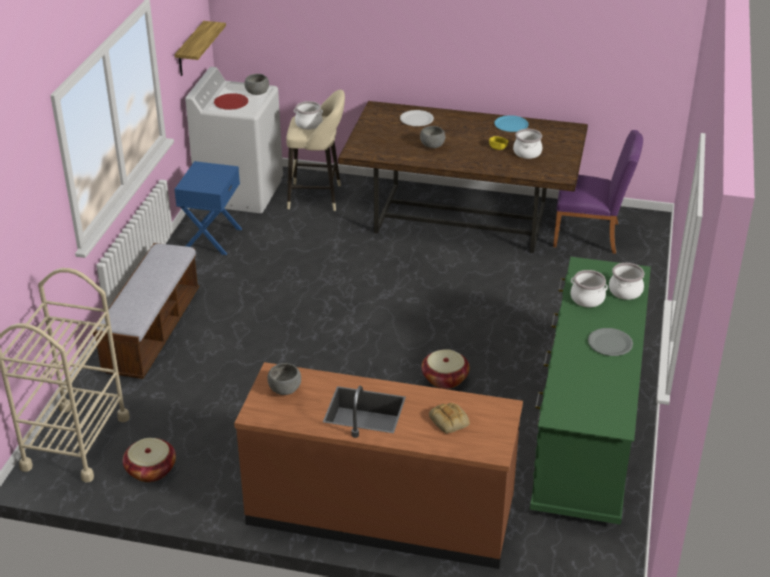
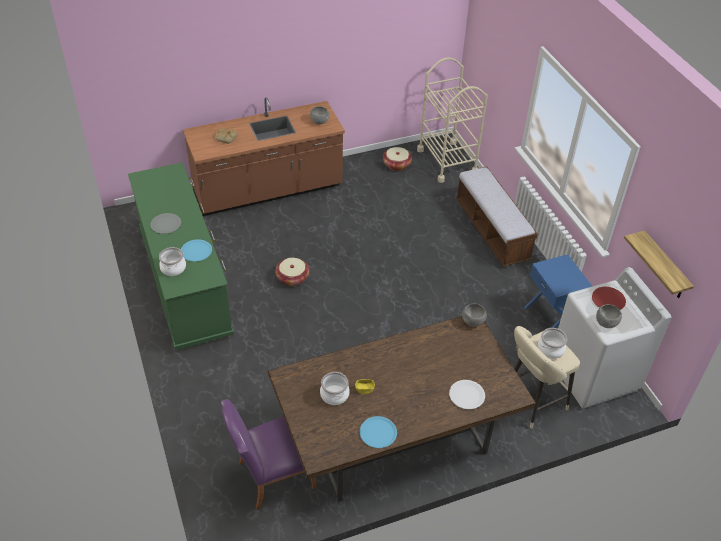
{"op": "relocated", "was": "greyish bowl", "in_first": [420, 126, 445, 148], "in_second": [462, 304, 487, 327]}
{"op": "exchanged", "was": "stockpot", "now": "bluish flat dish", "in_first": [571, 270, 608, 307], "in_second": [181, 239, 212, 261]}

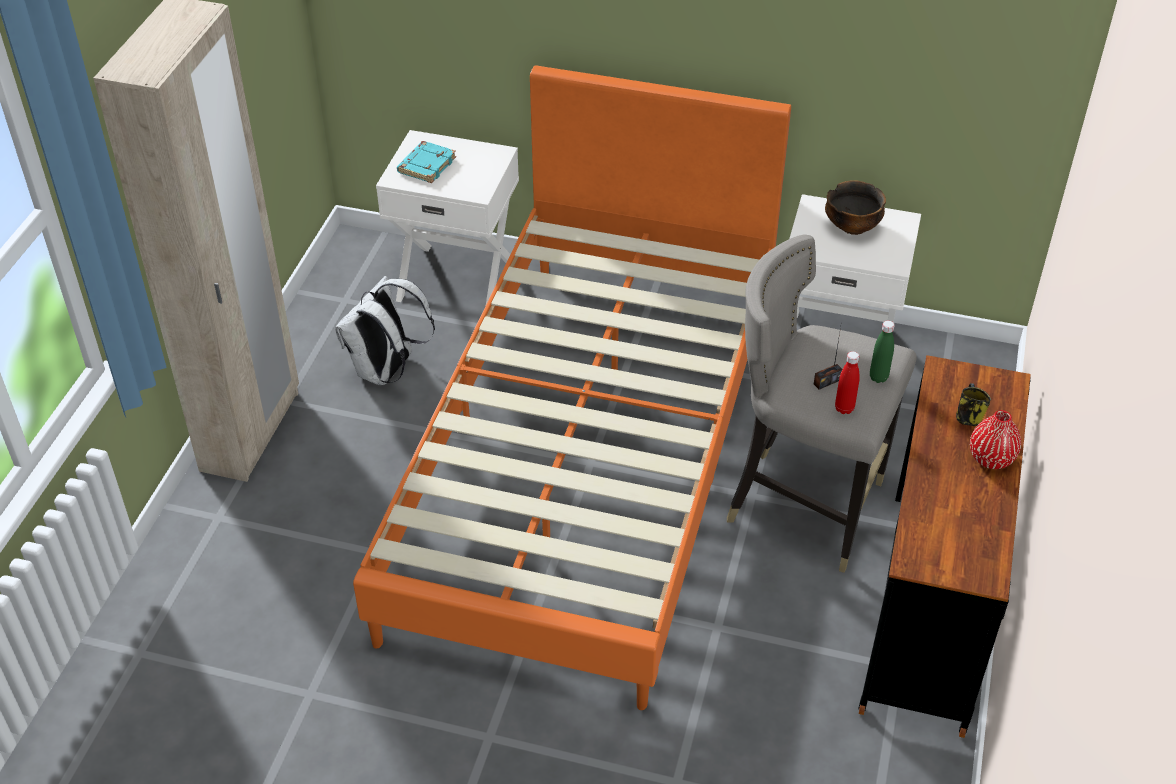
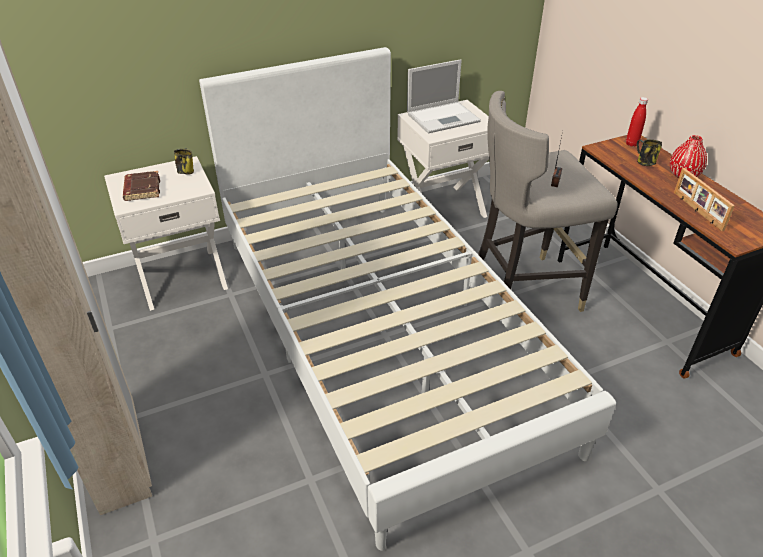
{"op": "missing", "was": "white-coloured knapsack", "in_first": [335, 276, 435, 385]}
{"op": "missing", "was": "green bottle", "in_first": [870, 321, 895, 383]}
{"op": "appeared", "now": "mug", "in_second": [174, 148, 194, 175]}
{"op": "appeared", "now": "standing frame", "in_second": [674, 168, 735, 231]}
{"op": "relocated", "was": "red-coloured bottle", "in_first": [835, 351, 860, 414], "in_second": [626, 97, 648, 147]}
{"op": "exchanged", "was": "bowl", "now": "notebook computer", "in_first": [825, 180, 886, 235], "in_second": [407, 59, 481, 134]}
{"op": "colour", "was": "orange-coloured bedroom bed", "now": "white-coloured bedroom bed", "in_first": [353, 65, 791, 710], "in_second": [199, 47, 616, 551]}
{"op": "colour", "was": "turquoise-coloured book", "now": "brownish book", "in_first": [397, 141, 456, 183], "in_second": [123, 171, 160, 201]}

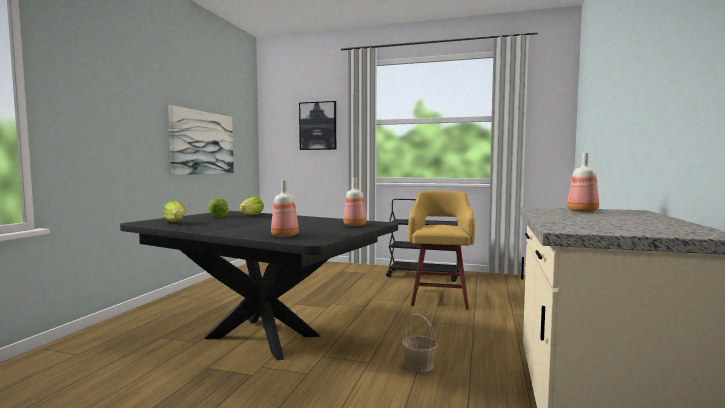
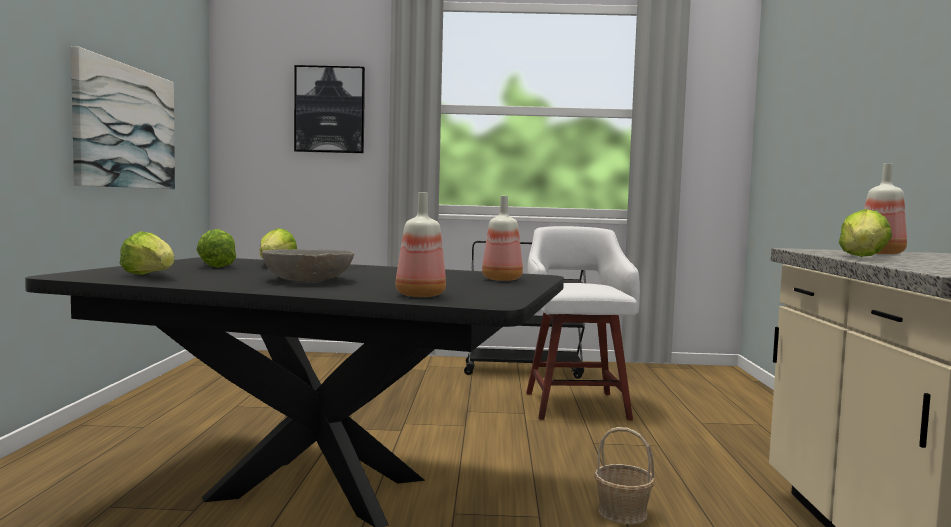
{"op": "appeared", "now": "greyish bowl", "in_second": [262, 249, 354, 282]}
{"op": "appeared", "now": "head of lettuce", "in_second": [839, 209, 892, 257]}
{"op": "colour", "was": "yellow-coloured sitting stool", "now": "white-coloured sitting stool", "in_first": [408, 190, 475, 310], "in_second": [526, 226, 640, 420]}

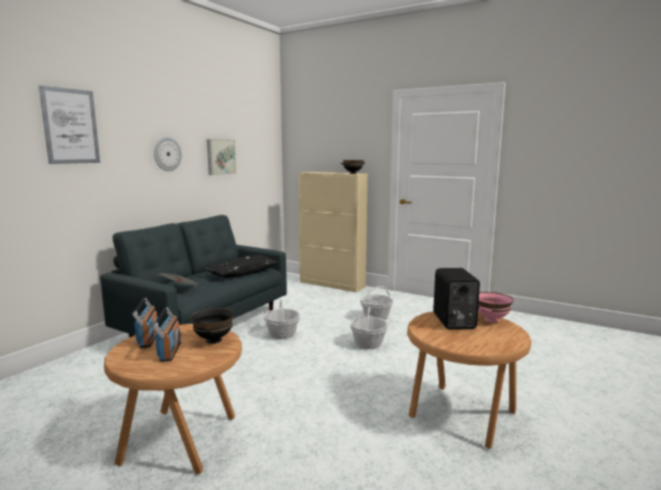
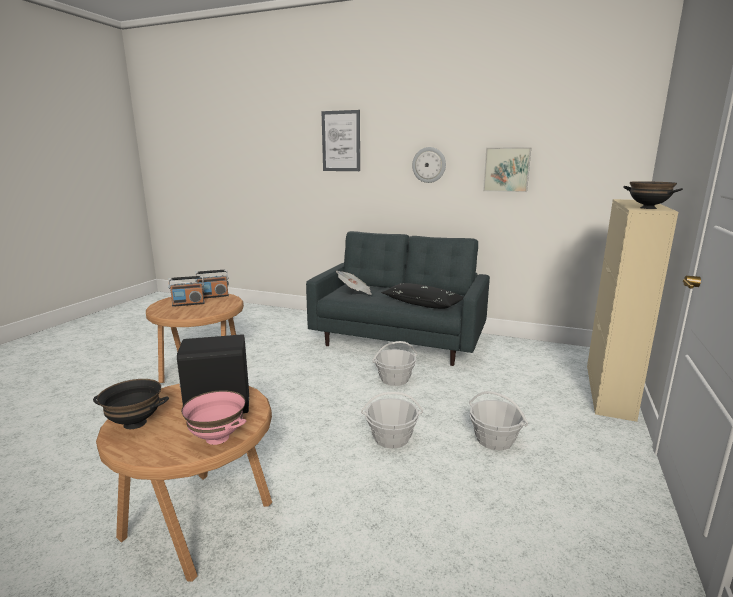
{"op": "relocated", "was": "black-coloured bowl", "in_first": [190, 308, 234, 344], "in_second": [93, 379, 169, 429]}

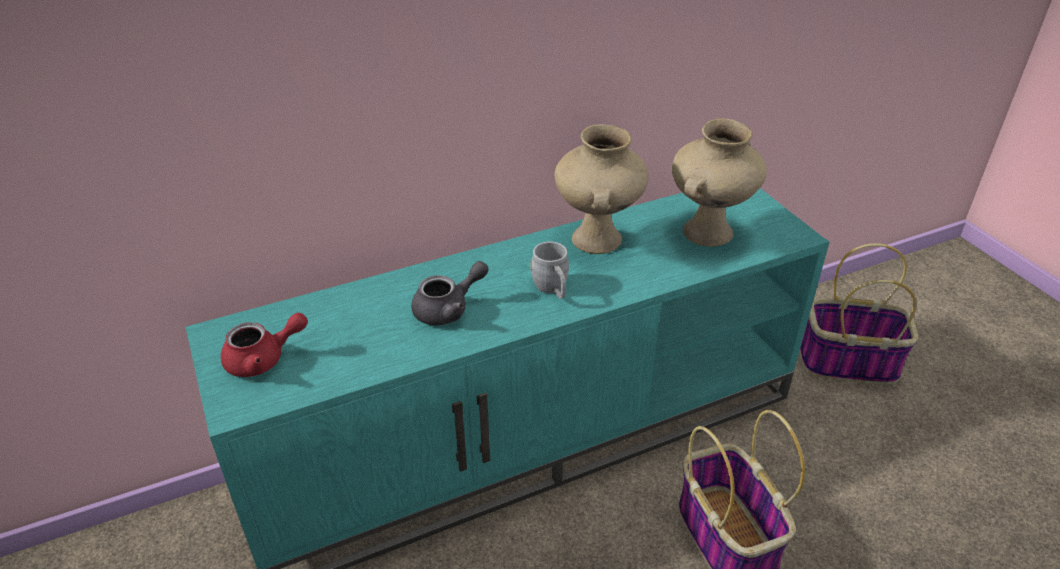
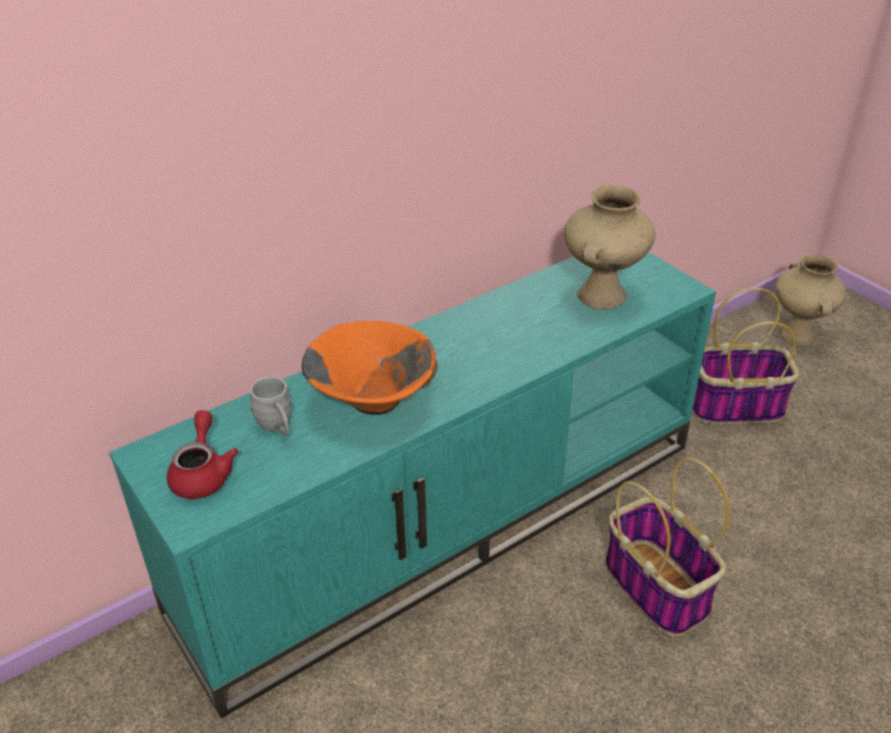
{"op": "relocated", "was": "greyish mug", "in_first": [530, 242, 569, 299], "in_second": [249, 377, 292, 436]}
{"op": "relocated", "was": "sand-coloured flower vase", "in_first": [555, 124, 648, 254], "in_second": [775, 254, 846, 346]}
{"op": "exchanged", "was": "greyish pot for tea", "now": "orange-coloured bowl", "in_first": [411, 261, 489, 326], "in_second": [302, 321, 438, 415]}
{"op": "spun", "was": "red-coloured pot for tea", "in_first": [221, 313, 308, 377], "in_second": [167, 410, 238, 499], "clockwise": -60}

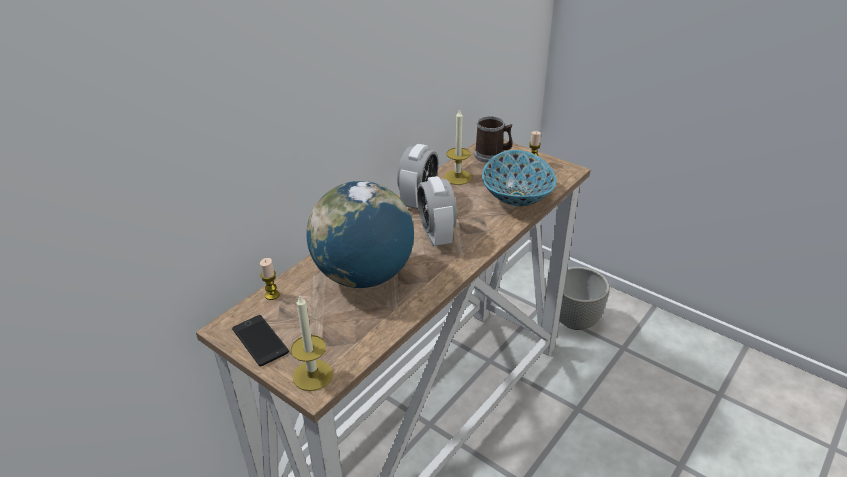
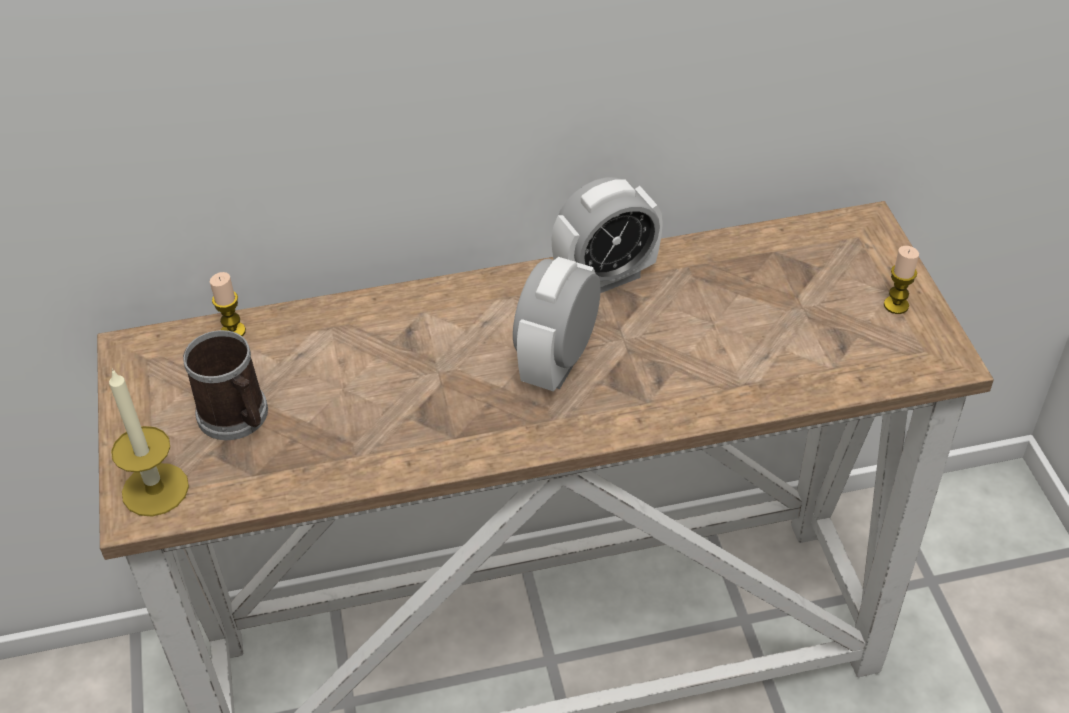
{"op": "missing", "was": "phone", "in_first": [232, 315, 289, 366]}
{"op": "missing", "was": "globe", "in_first": [306, 181, 414, 288]}
{"op": "missing", "was": "candle", "in_first": [444, 108, 472, 185]}
{"op": "missing", "was": "bowl", "in_first": [482, 150, 556, 206]}
{"op": "missing", "was": "greyish planter", "in_first": [559, 266, 610, 330]}
{"op": "relocated", "was": "mug", "in_first": [474, 116, 513, 163], "in_second": [183, 330, 268, 440]}

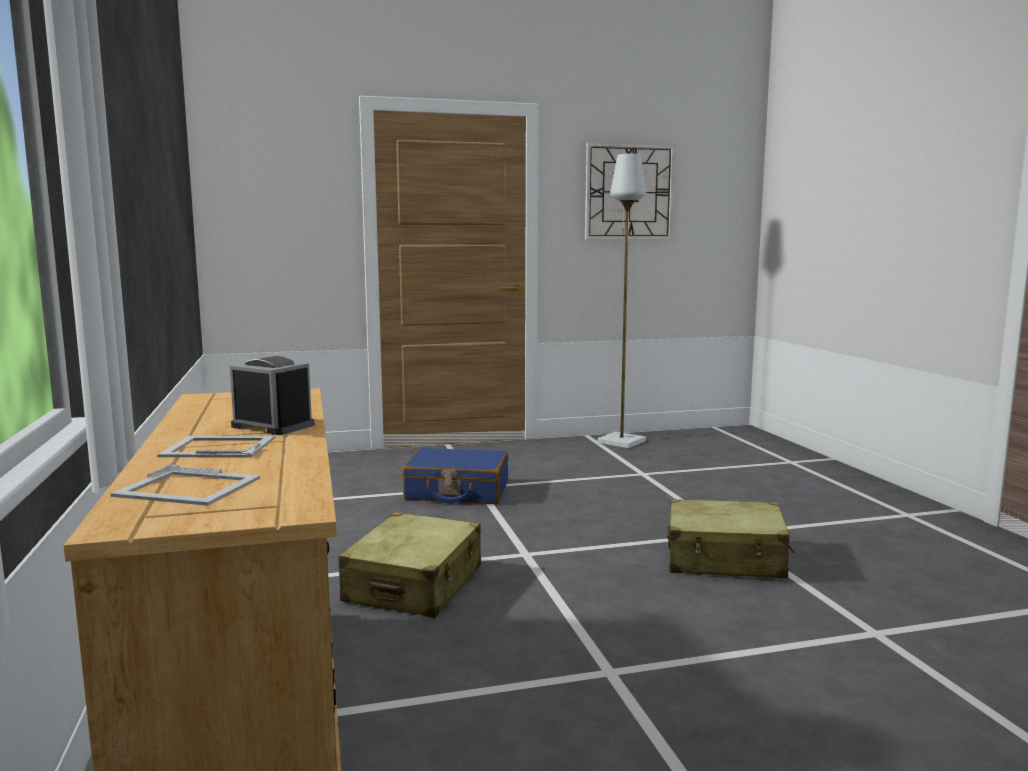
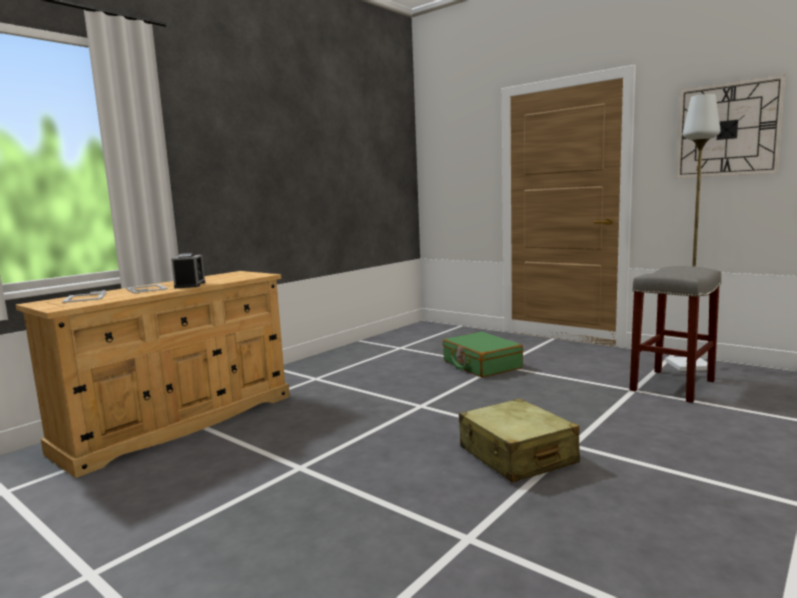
{"op": "missing", "was": "sand-coloured travel case", "in_first": [339, 512, 481, 618]}
{"op": "appeared", "now": "greyish sitting stool", "in_second": [630, 266, 722, 403]}
{"op": "colour", "was": "bluish travel case", "now": "green travel case", "in_first": [402, 448, 508, 504], "in_second": [443, 332, 523, 378]}

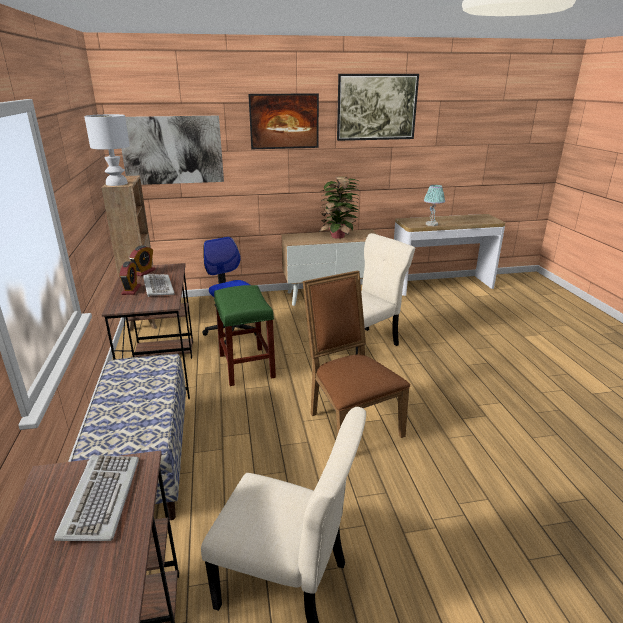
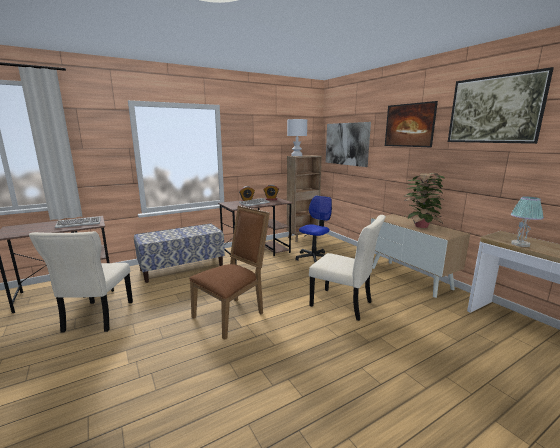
{"op": "missing", "was": "green sitting stool", "in_first": [214, 285, 276, 386]}

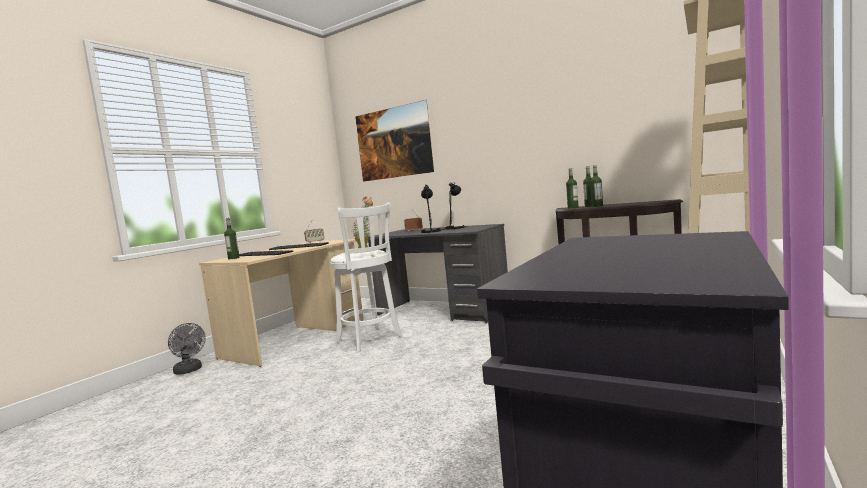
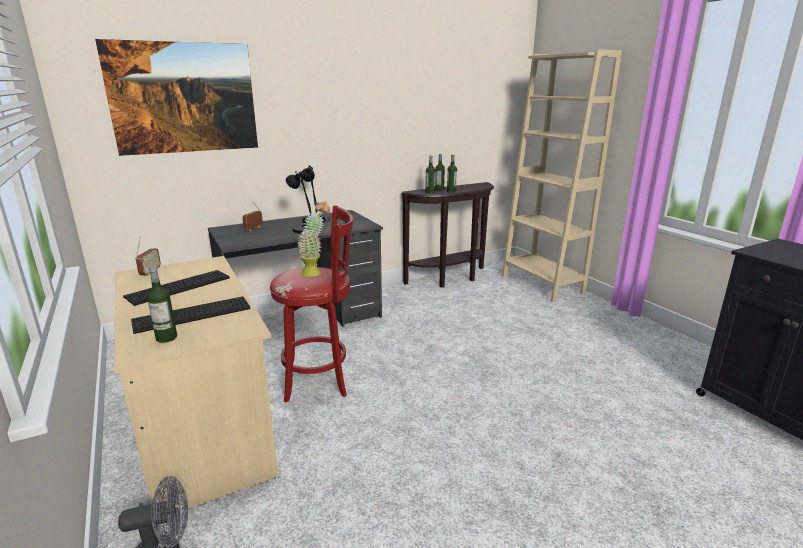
{"op": "colour", "was": "white-coloured sitting stool", "now": "red-coloured sitting stool", "in_first": [330, 202, 403, 352], "in_second": [270, 205, 354, 403]}

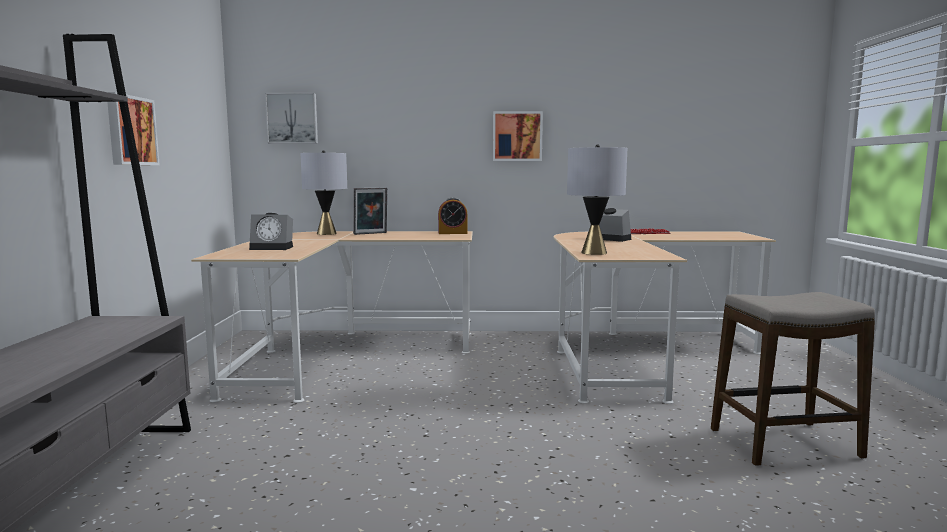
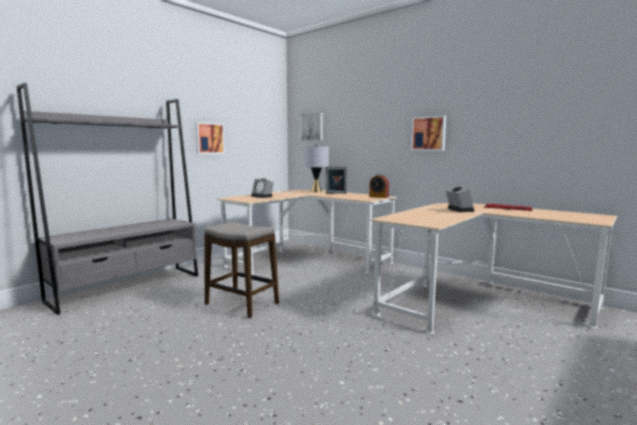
{"op": "missing", "was": "greyish lamp for a table", "in_first": [567, 145, 627, 255]}
{"op": "relocated", "was": "sitting stool", "in_first": [711, 292, 875, 466], "in_second": [204, 222, 279, 318]}

